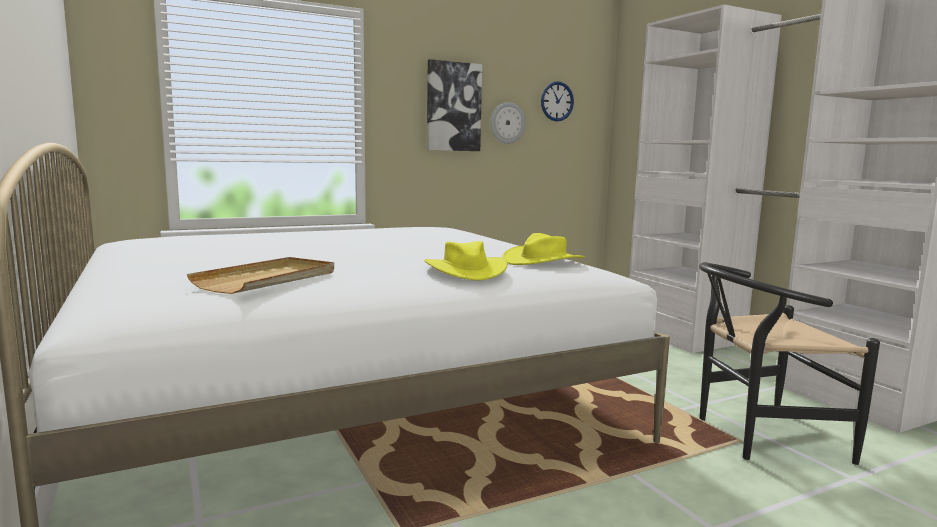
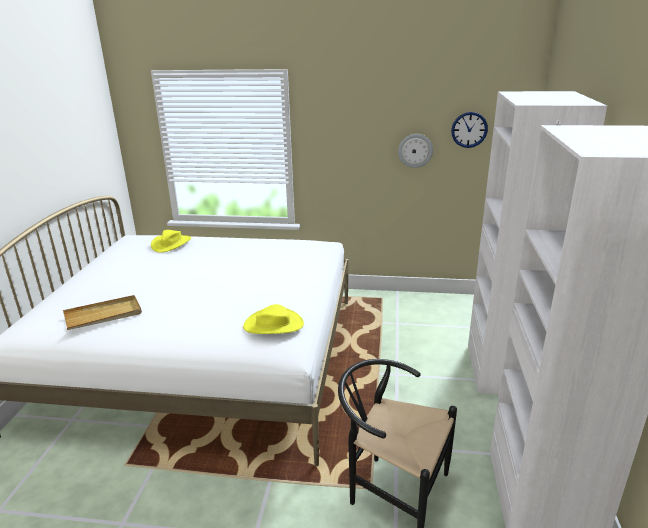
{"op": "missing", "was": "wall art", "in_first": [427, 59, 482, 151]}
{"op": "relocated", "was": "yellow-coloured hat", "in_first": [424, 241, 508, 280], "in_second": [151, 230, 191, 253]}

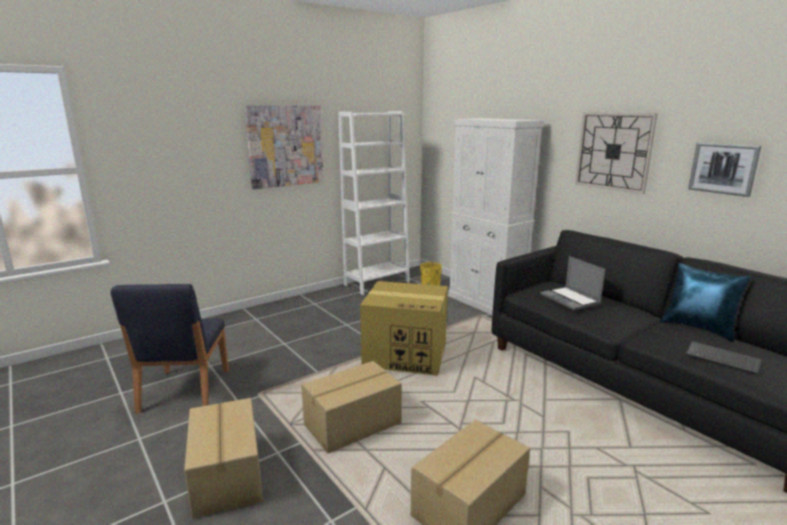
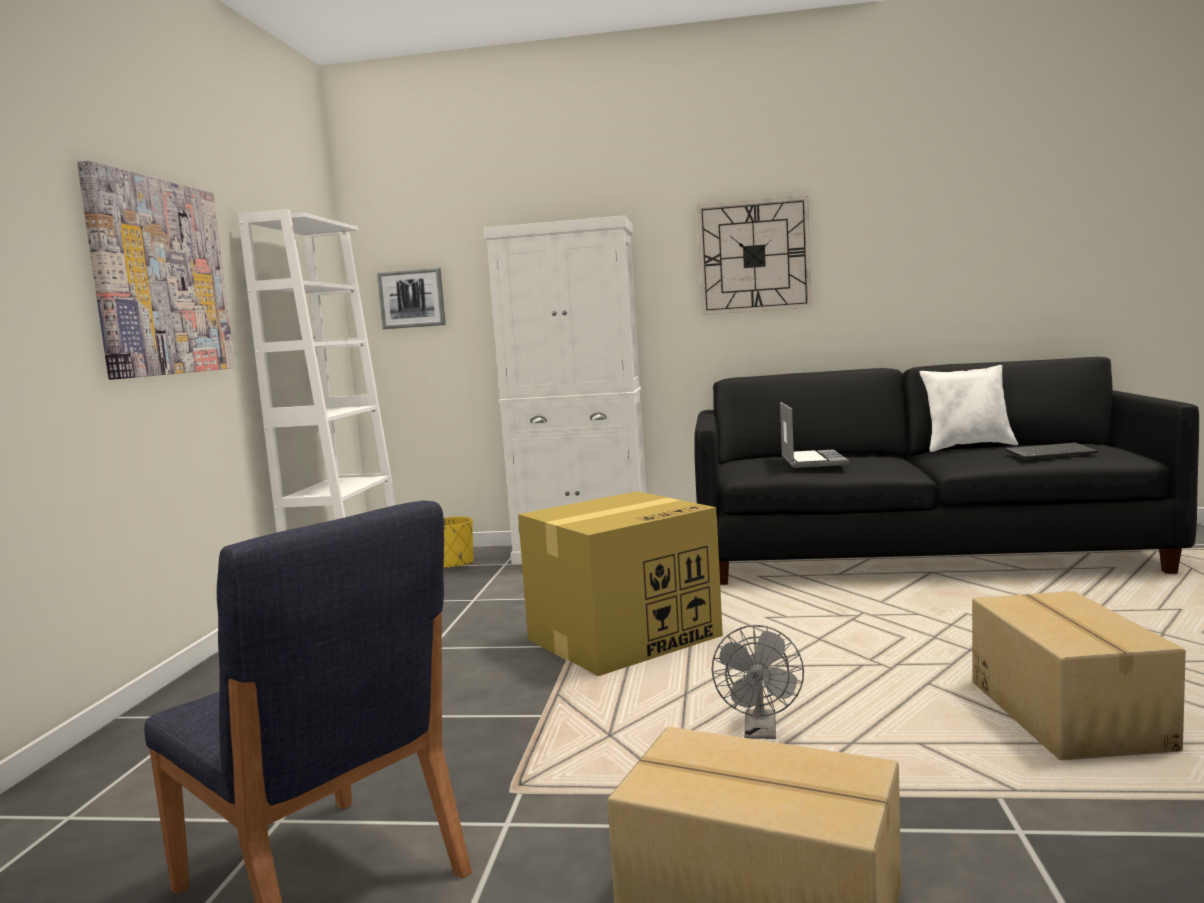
{"op": "relocated", "was": "wall art", "in_first": [688, 142, 761, 197], "in_second": [377, 268, 446, 329]}
{"op": "exchanged", "was": "packing box", "now": "greyish fan", "in_first": [301, 361, 402, 453], "in_second": [712, 625, 804, 739]}
{"op": "colour", "was": "bluish pillow", "now": "white-coloured pillow", "in_first": [660, 263, 751, 342], "in_second": [919, 365, 1018, 452]}
{"op": "spun", "was": "notebook computer", "in_first": [541, 256, 605, 310], "in_second": [780, 402, 849, 468], "clockwise": -105}

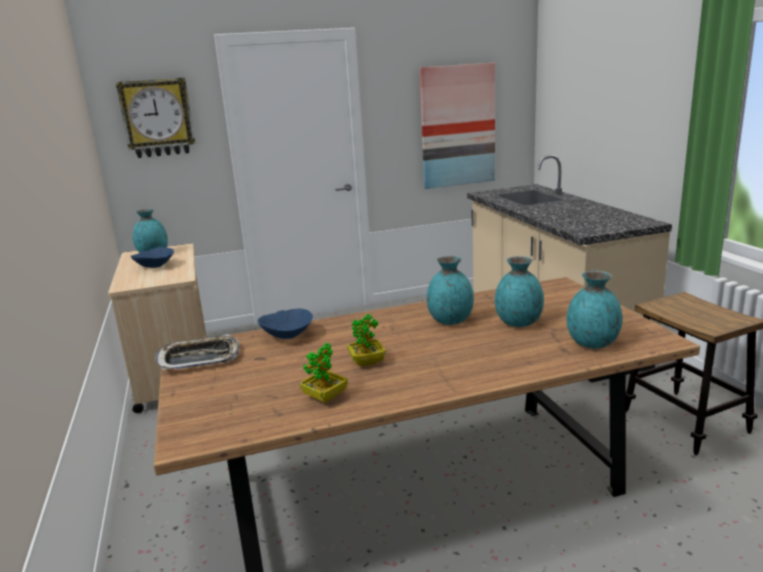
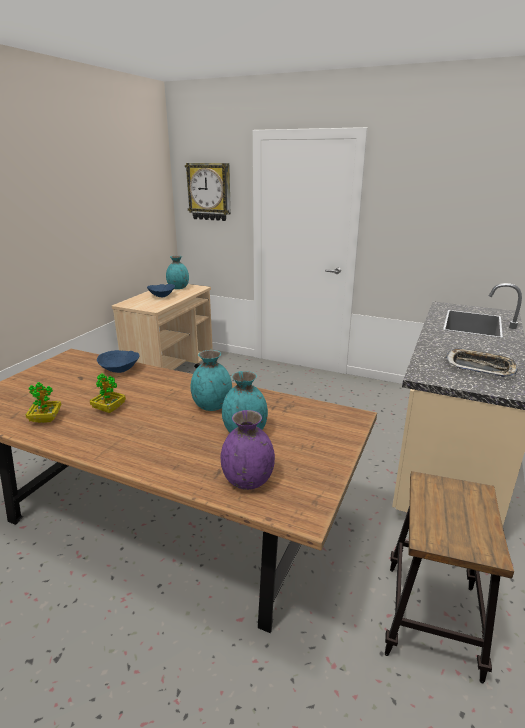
{"op": "missing", "was": "wall art", "in_first": [420, 63, 495, 189]}
{"op": "relocated", "was": "serving tray", "in_first": [155, 334, 239, 371], "in_second": [445, 348, 518, 378]}
{"op": "colour", "was": "turquoise-coloured flower vase", "now": "purple-coloured flower vase", "in_first": [567, 271, 622, 348], "in_second": [221, 410, 275, 490]}

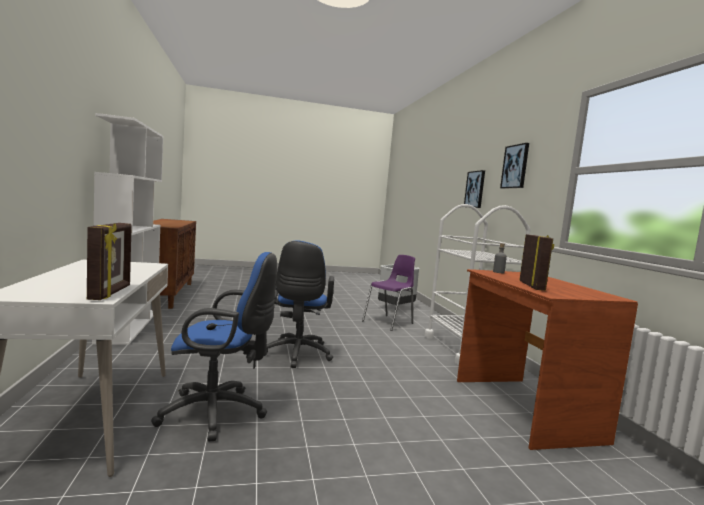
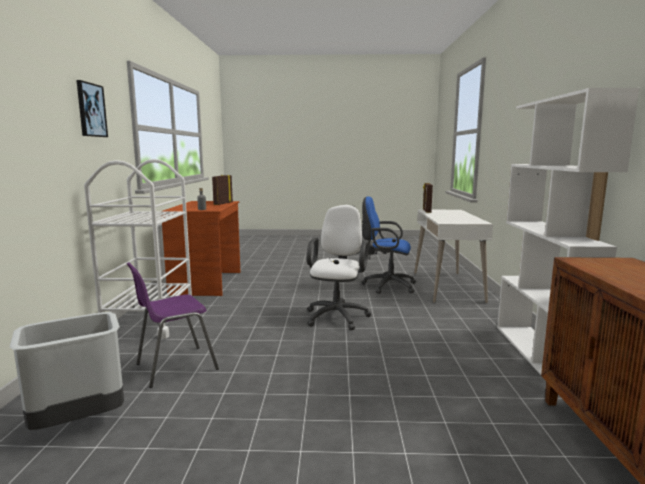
{"op": "missing", "was": "wall art", "in_first": [464, 170, 485, 208]}
{"op": "colour", "was": "bluish office chair", "now": "white-coloured office chair", "in_first": [264, 240, 334, 368], "in_second": [306, 205, 371, 330]}

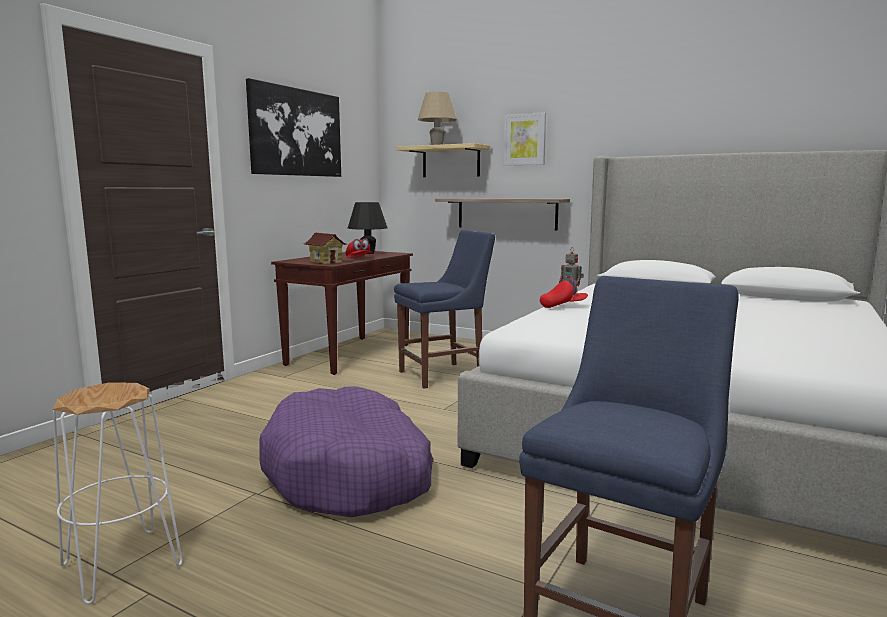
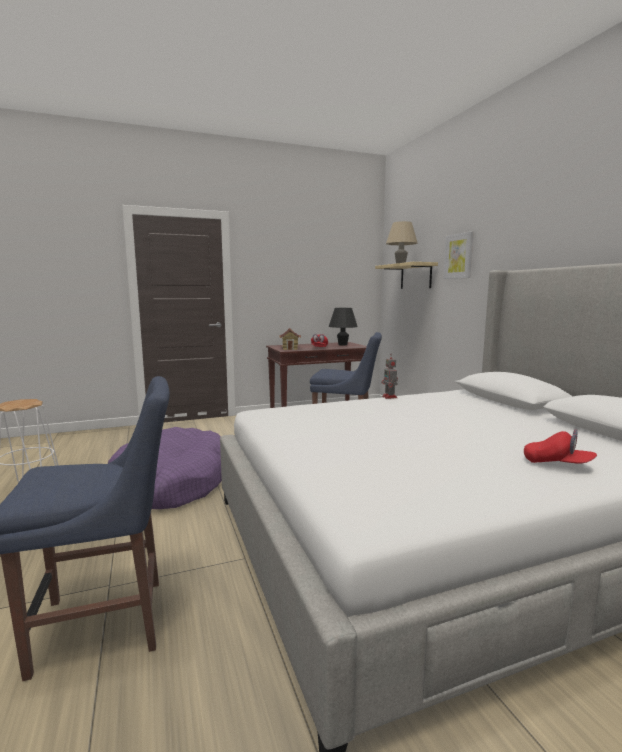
{"op": "missing", "was": "wall art", "in_first": [246, 78, 341, 177]}
{"op": "missing", "was": "bracket shelf", "in_first": [435, 198, 570, 230]}
{"op": "relocated", "was": "red-coloured peaked cap", "in_first": [540, 278, 588, 308], "in_second": [524, 430, 597, 464]}

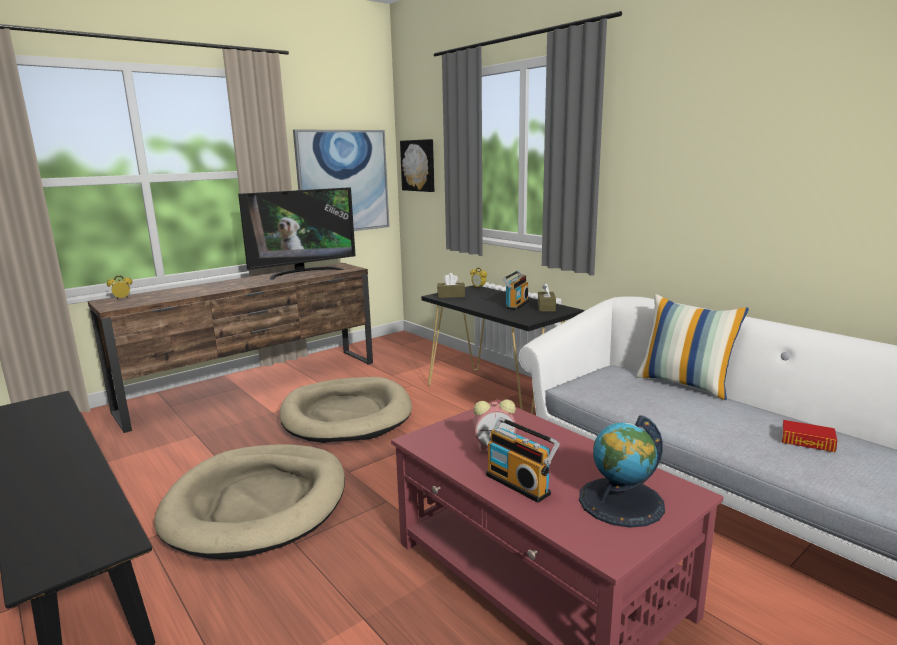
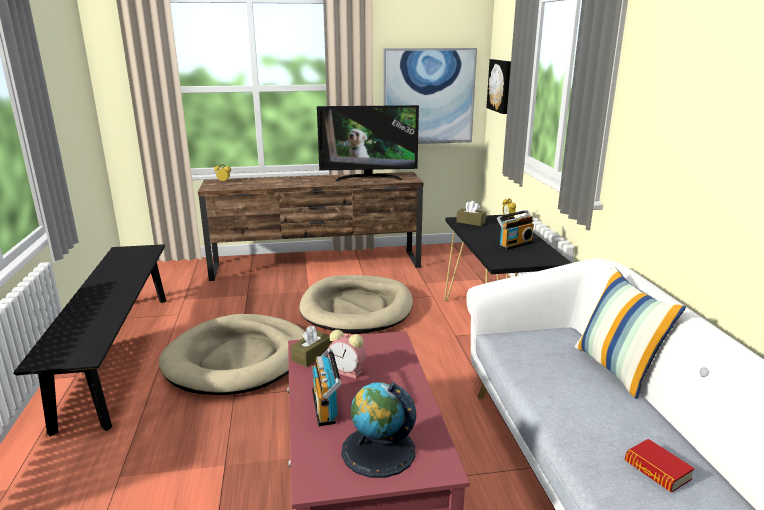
{"op": "relocated", "was": "brownish tissue holder", "in_first": [538, 283, 556, 312], "in_second": [291, 325, 332, 367]}

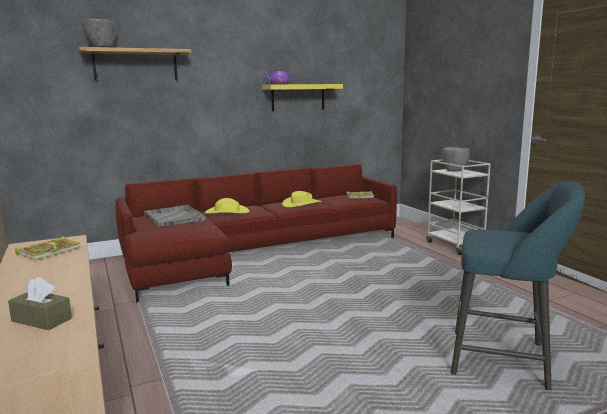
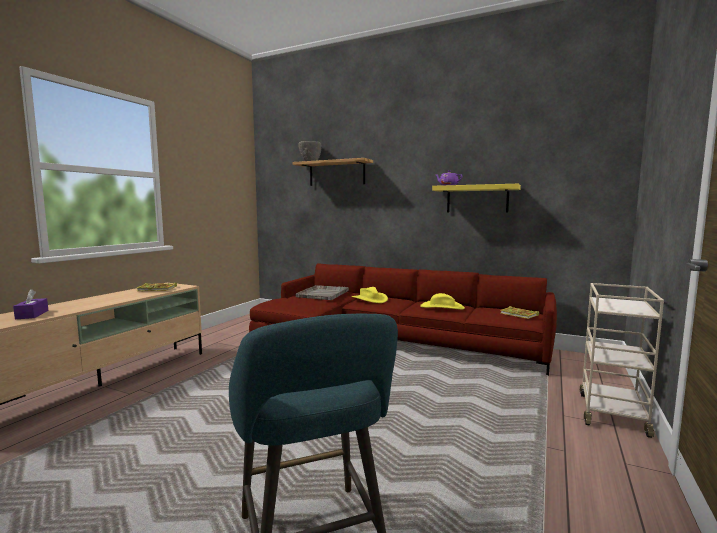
{"op": "missing", "was": "greyish bowl", "in_first": [443, 147, 470, 172]}
{"op": "colour", "was": "brownish tissue holder", "now": "purple-coloured tissue holder", "in_first": [8, 277, 72, 330], "in_second": [13, 289, 49, 319]}

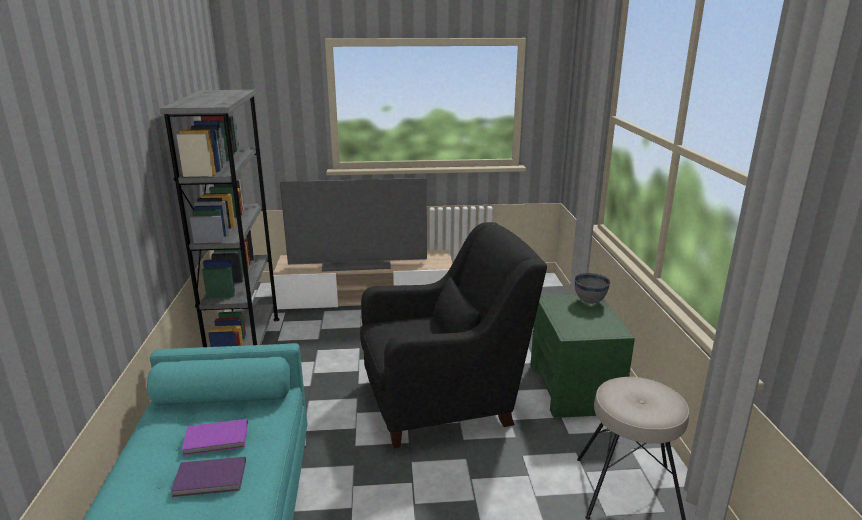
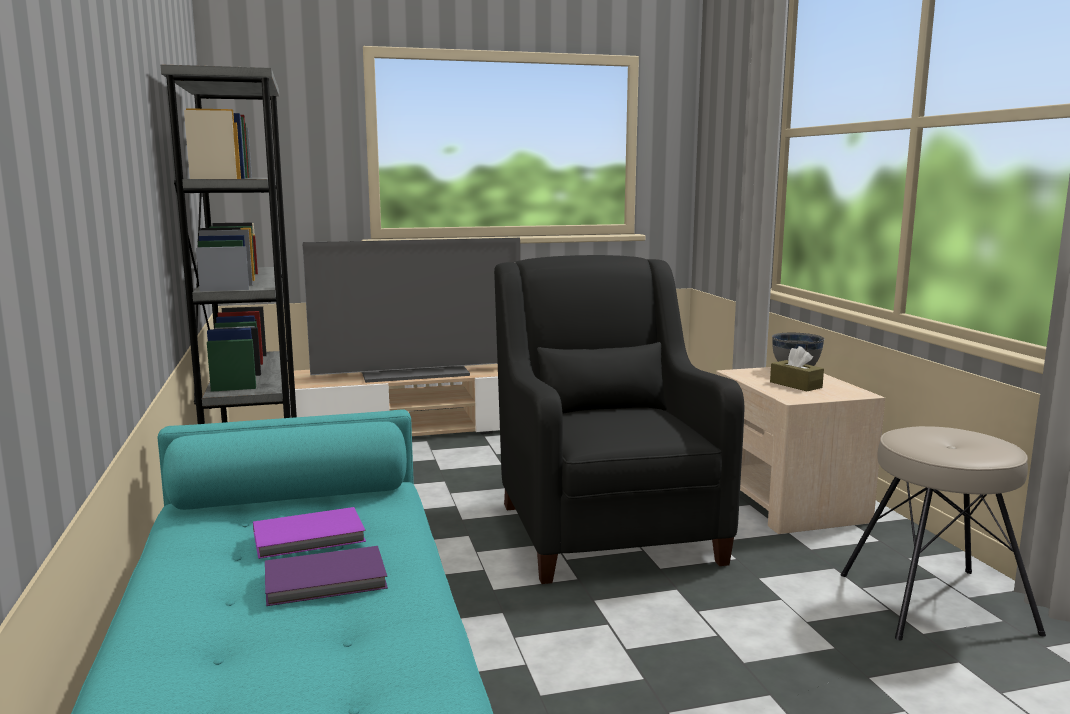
{"op": "appeared", "now": "brownish tissue holder", "in_second": [770, 346, 824, 391]}
{"op": "colour", "was": "green bedside table", "now": "sand-coloured bedside table", "in_first": [531, 295, 635, 418], "in_second": [716, 367, 885, 534]}
{"op": "spun", "was": "black-coloured armchair", "in_first": [360, 222, 547, 448], "in_second": [494, 255, 744, 584], "clockwise": -75}

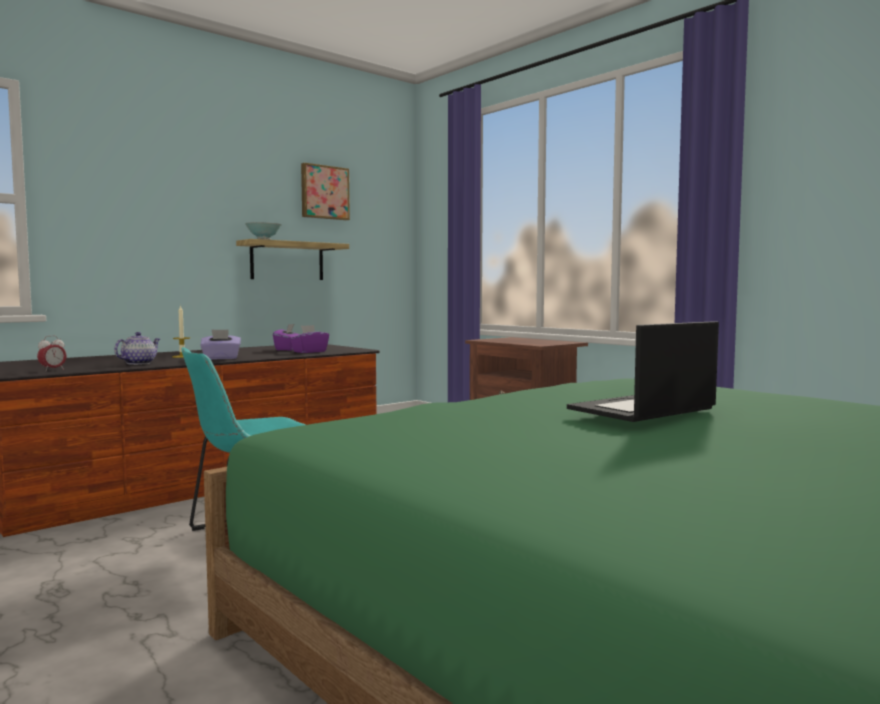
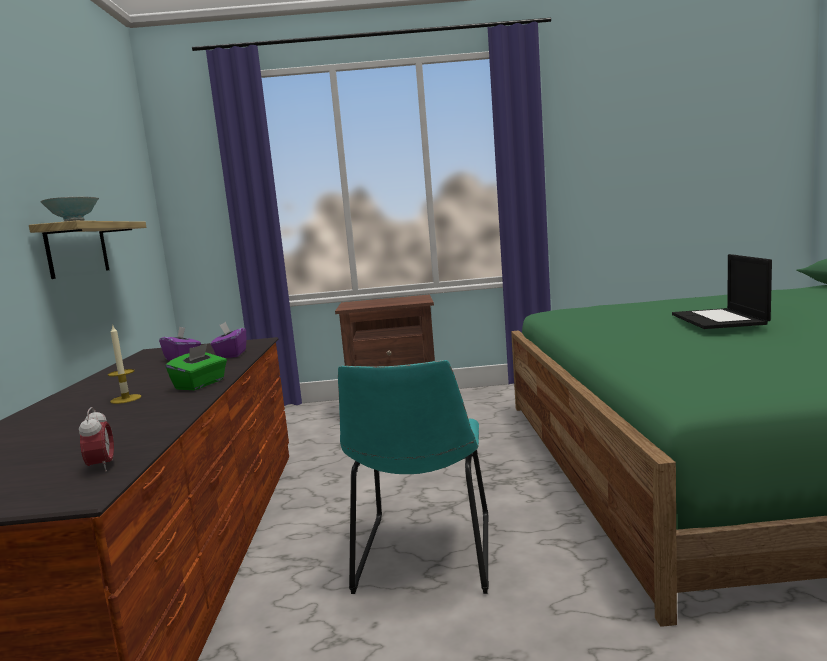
{"op": "missing", "was": "pot for tea", "in_first": [114, 332, 160, 365]}
{"op": "missing", "was": "wall art", "in_first": [301, 163, 350, 220]}
{"op": "colour", "was": "purple-coloured tissue holder", "now": "green tissue holder", "in_first": [200, 329, 241, 360], "in_second": [165, 344, 227, 390]}

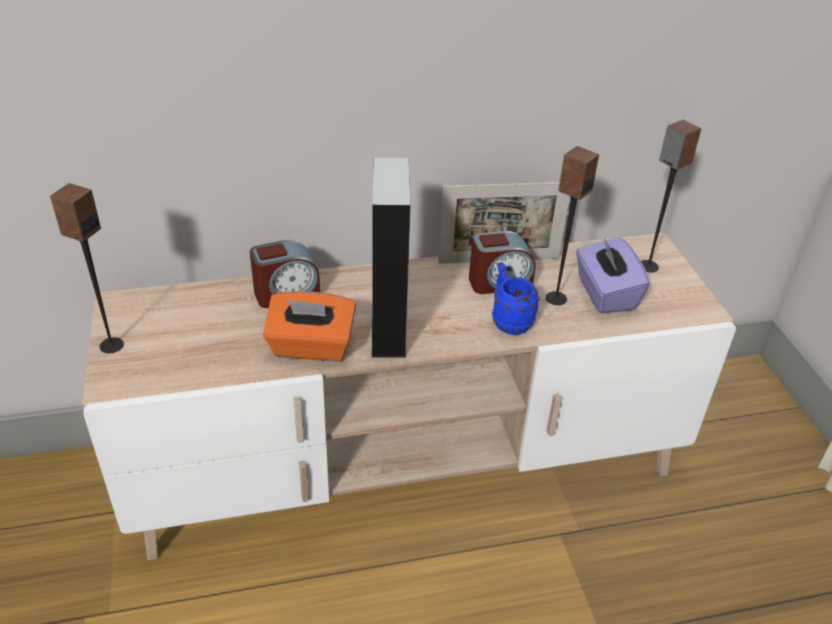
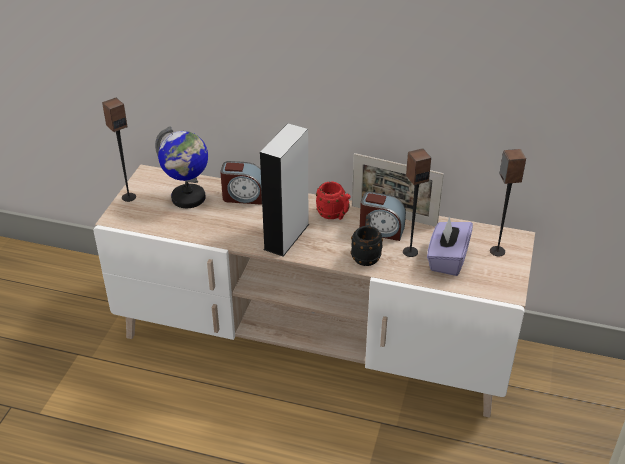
{"op": "missing", "was": "orange-coloured tissue holder", "in_first": [263, 291, 356, 361]}
{"op": "appeared", "now": "globe", "in_second": [155, 126, 208, 208]}
{"op": "appeared", "now": "red-coloured mug", "in_second": [316, 181, 351, 220]}
{"op": "colour", "was": "bluish mug", "now": "black-coloured mug", "in_first": [492, 263, 540, 335], "in_second": [351, 214, 383, 266]}

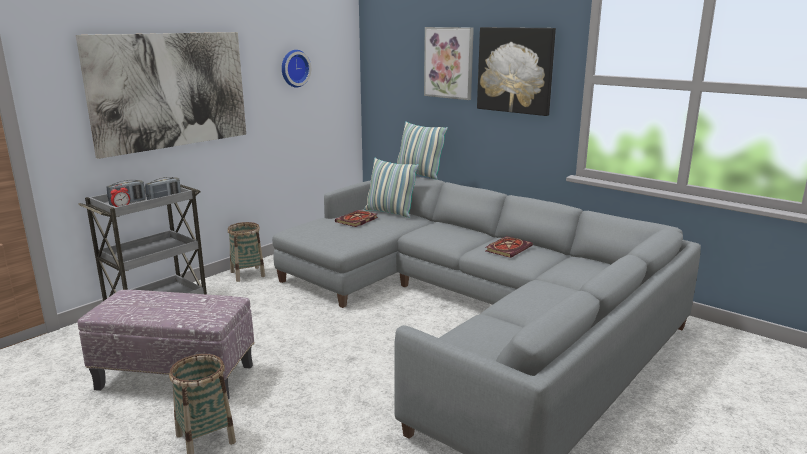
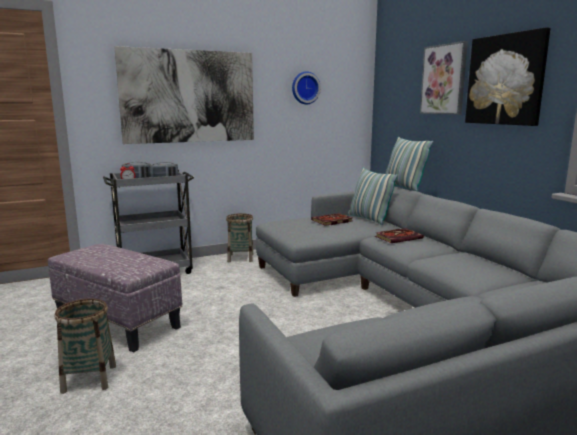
{"op": "relocated", "was": "book", "in_first": [486, 236, 533, 258], "in_second": [375, 228, 424, 243]}

